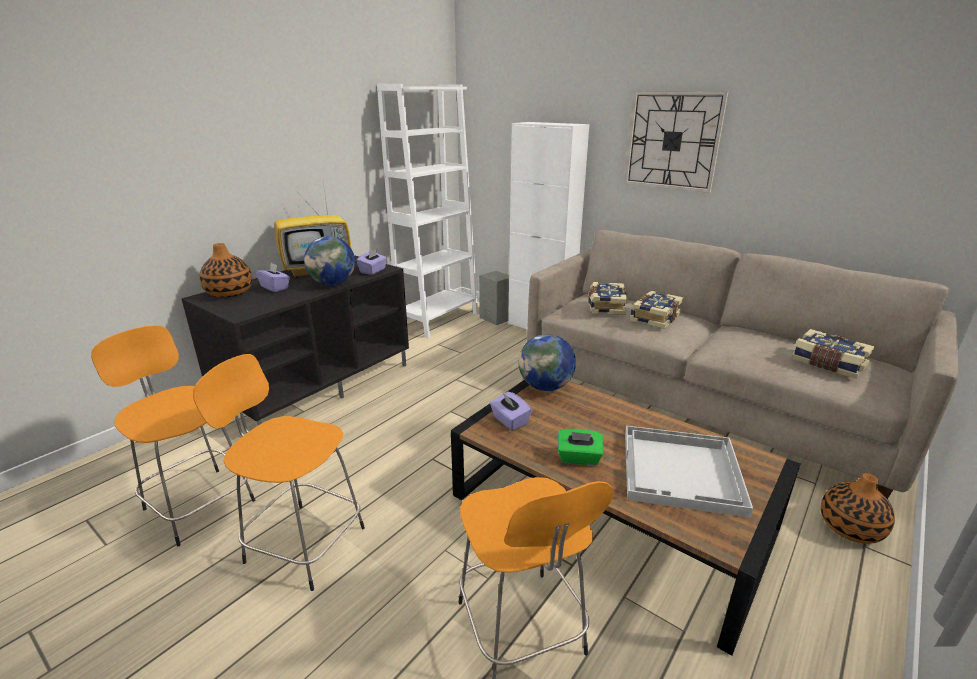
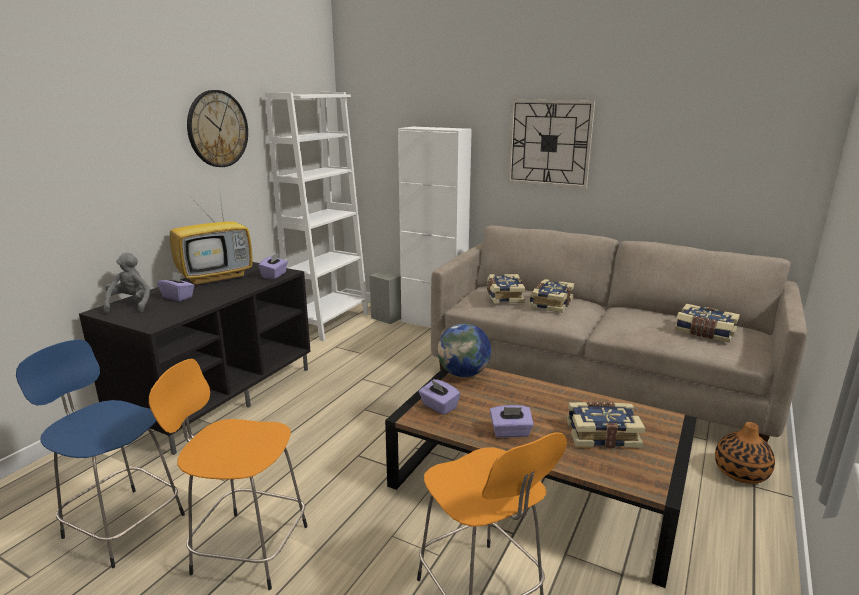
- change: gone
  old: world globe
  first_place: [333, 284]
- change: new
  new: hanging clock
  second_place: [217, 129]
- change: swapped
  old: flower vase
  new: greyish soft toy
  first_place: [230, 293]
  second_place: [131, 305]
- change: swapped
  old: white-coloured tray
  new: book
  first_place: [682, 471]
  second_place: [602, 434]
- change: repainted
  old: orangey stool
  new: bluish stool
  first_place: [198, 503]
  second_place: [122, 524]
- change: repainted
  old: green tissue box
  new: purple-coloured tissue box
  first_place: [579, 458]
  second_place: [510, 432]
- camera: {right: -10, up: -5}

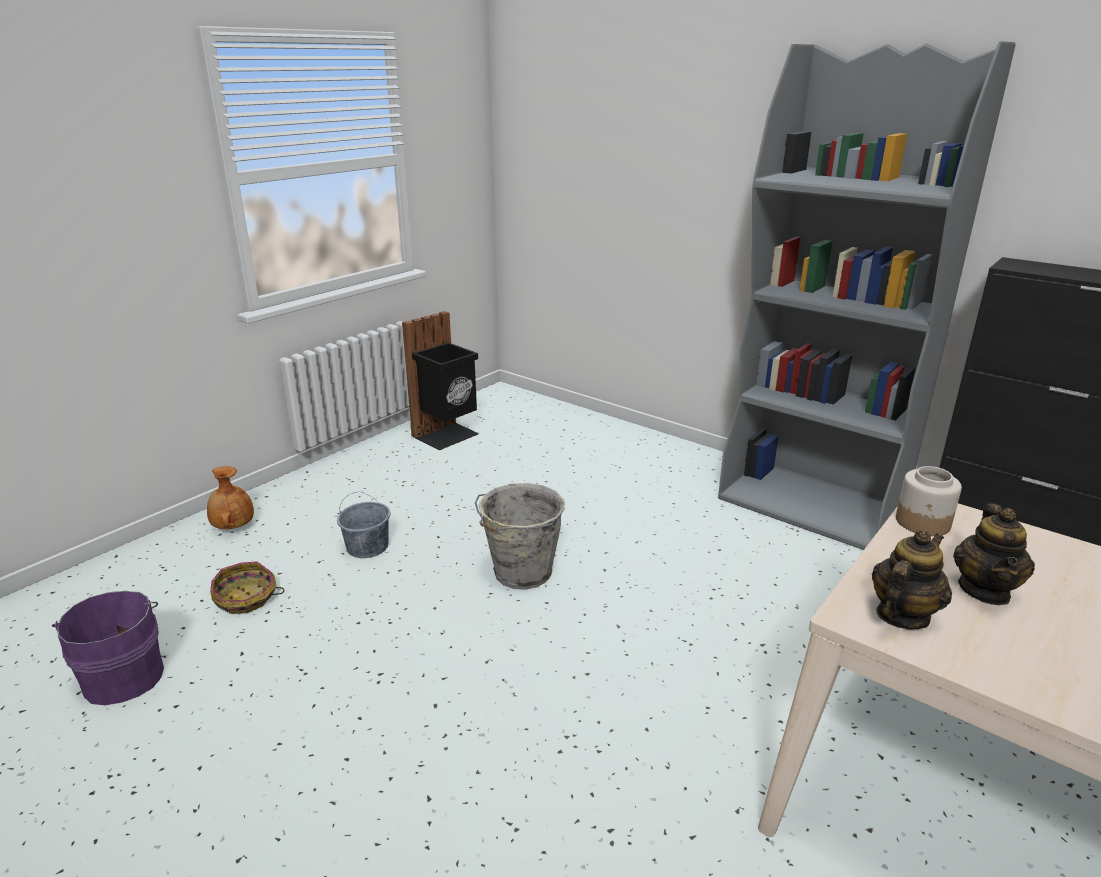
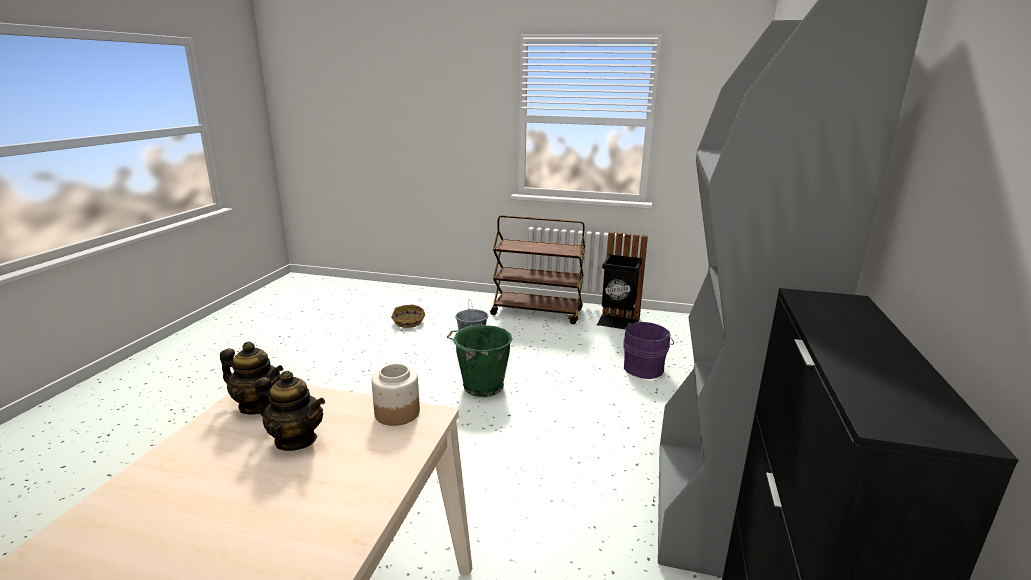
- change: gone
  old: brownish flower vase
  first_place: [232, 526]
- change: new
  new: brownish trolley
  second_place: [537, 312]
- change: shifted
  old: purple-coloured pail
  first_place: [124, 675]
  second_place: [644, 368]
- change: repainted
  old: greyish pail
  new: green pail
  first_place: [521, 573]
  second_place: [481, 386]
- change: rotated
  old: teapot
  first_place: [985, 590]
  second_place: [296, 440]
  degrees: -150
- camera: {right: 65, up: -5}

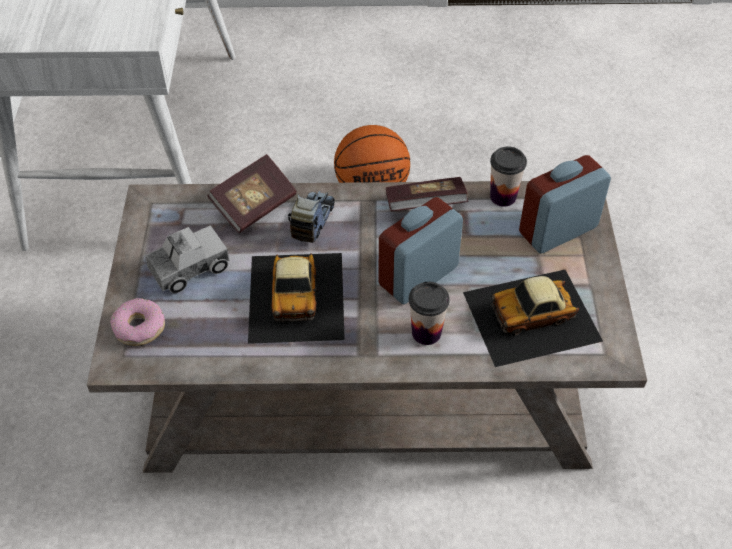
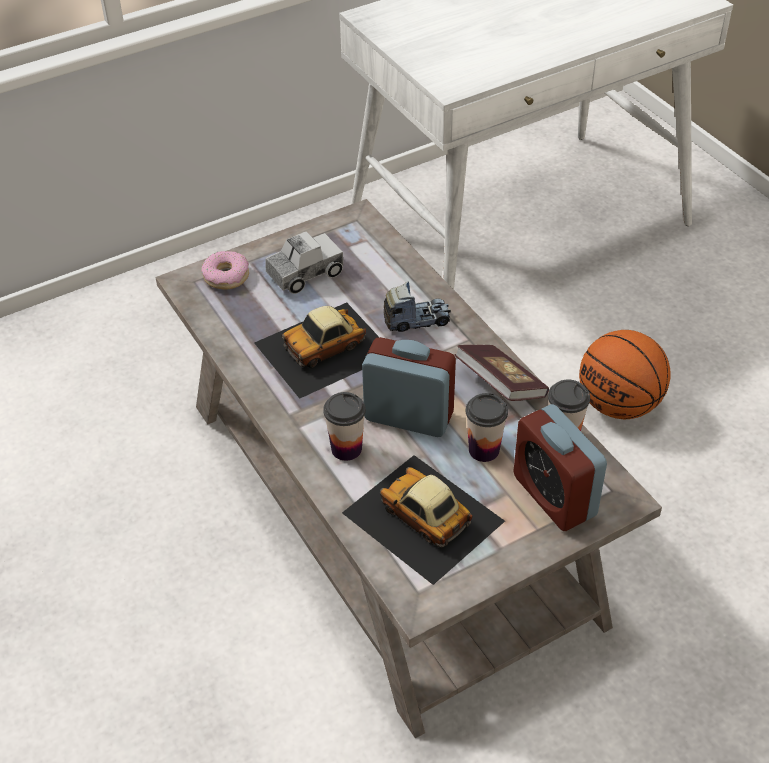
- change: gone
  old: book
  first_place: [254, 206]
- change: new
  new: cup
  second_place: [484, 450]
- change: rotated
  old: model truck
  first_place: [189, 268]
  second_place: [305, 274]
  degrees: -60
- change: rotated
  old: table clock
  first_place: [558, 230]
  second_place: [554, 496]
  degrees: -150
- camera: {right: 60, up: -5}

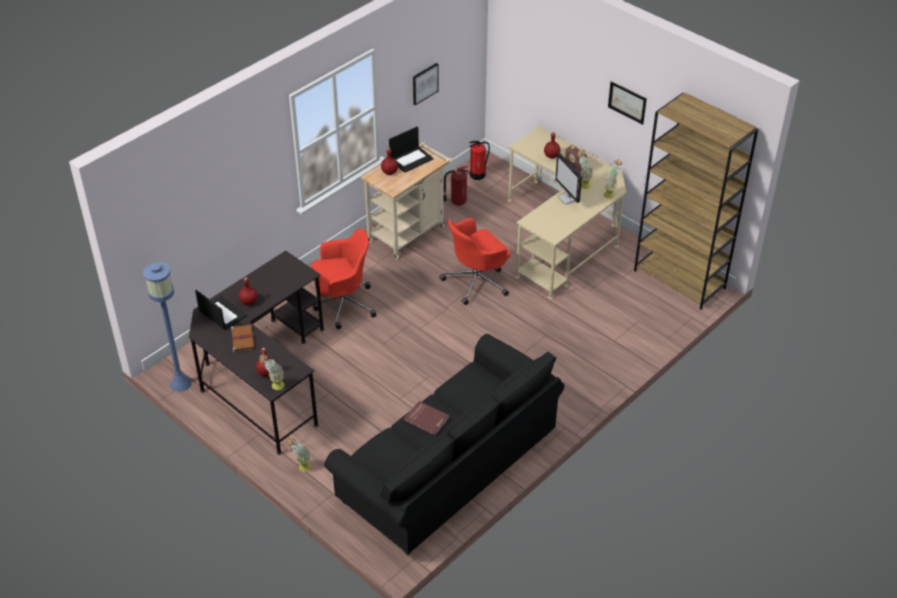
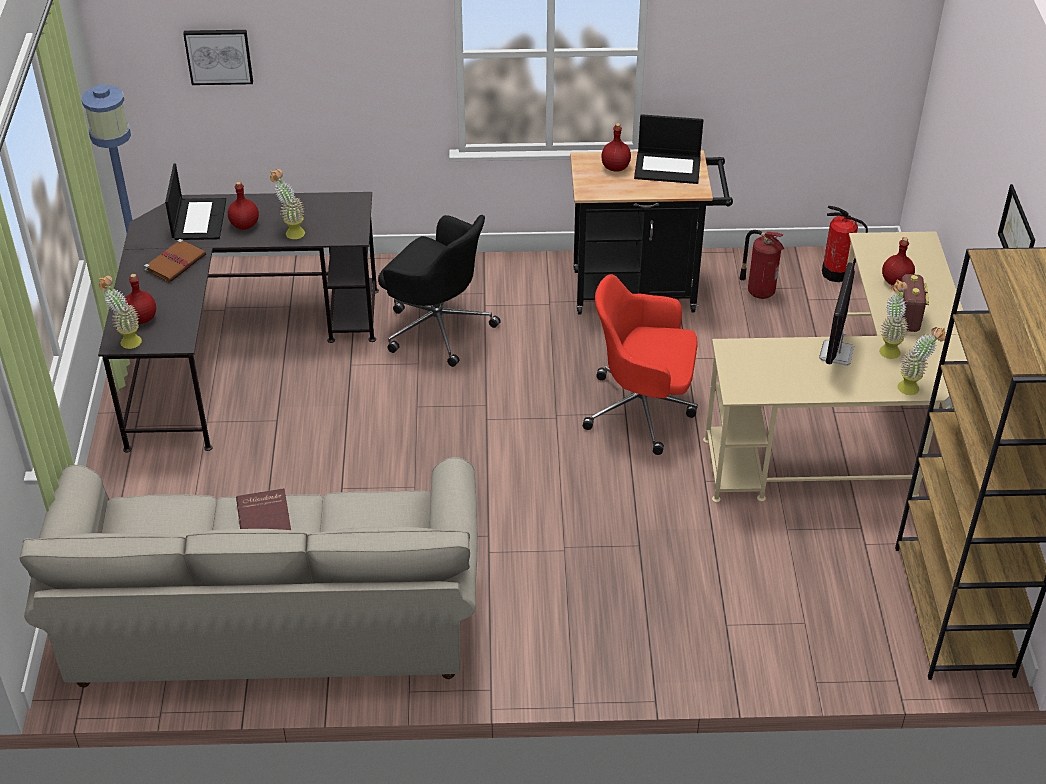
- change: shifted
  old: houseplant
  first_place: [301, 467]
  second_place: [291, 231]
- change: shifted
  old: wall art
  first_place: [424, 83]
  second_place: [219, 56]
- change: repainted
  old: red-coloured computer chair
  new: black computer chair
  first_place: [343, 304]
  second_place: [437, 326]
- change: repainted
  old: black sofa
  new: beige-coloured sofa
  first_place: [447, 468]
  second_place: [272, 620]
- change: repainted
  old: beige-coloured trolley
  new: black trolley
  first_place: [409, 231]
  second_place: [642, 290]
- camera: {right: 45, up: 0}

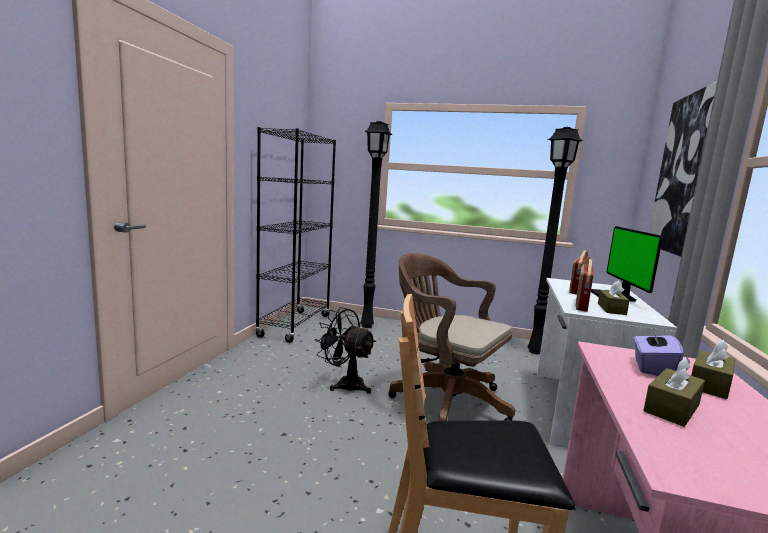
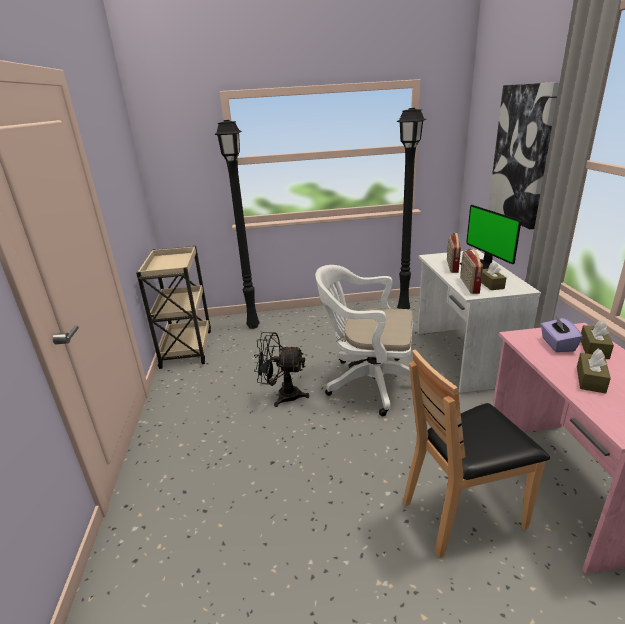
- change: swapped
  old: black bookcase
  new: beige-coloured trolley
  first_place: [295, 326]
  second_place: [187, 348]
- change: repainted
  old: brownish computer chair
  new: white-coloured computer chair
  first_place: [444, 400]
  second_place: [369, 382]
- camera: {right: -20, up: 15}

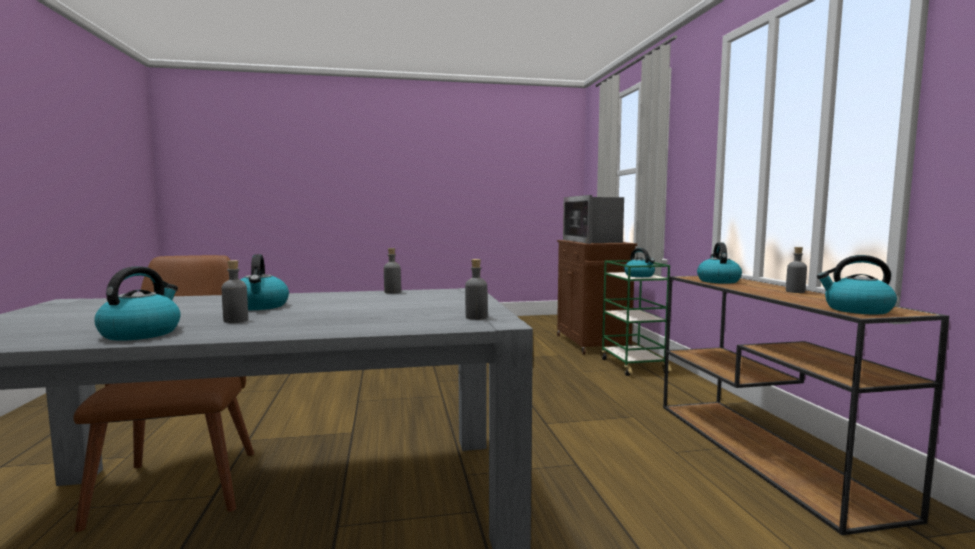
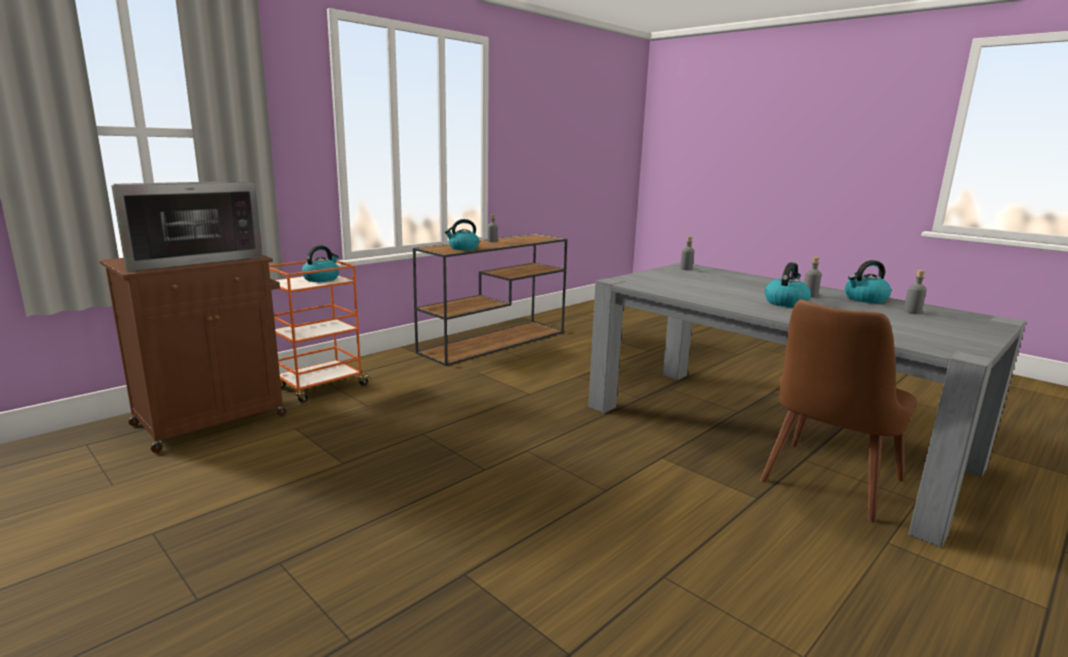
- change: gone
  old: water kettle
  first_place: [856, 310]
- change: shifted
  old: greyish drink bottle
  first_place: [392, 292]
  second_place: [912, 312]
- change: repainted
  old: green trolley
  new: orangey trolley
  first_place: [632, 365]
  second_place: [320, 387]
- camera: {right: -125, up: 10}

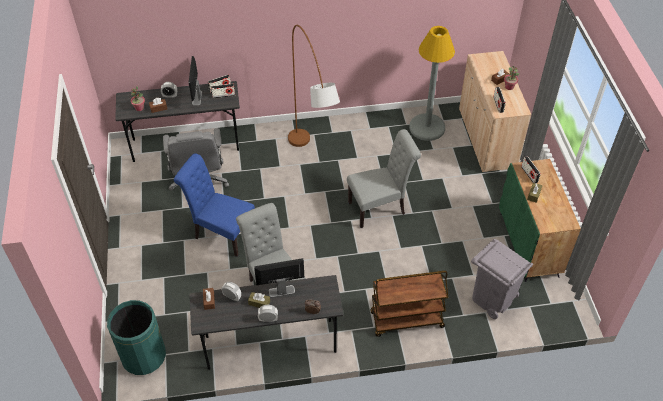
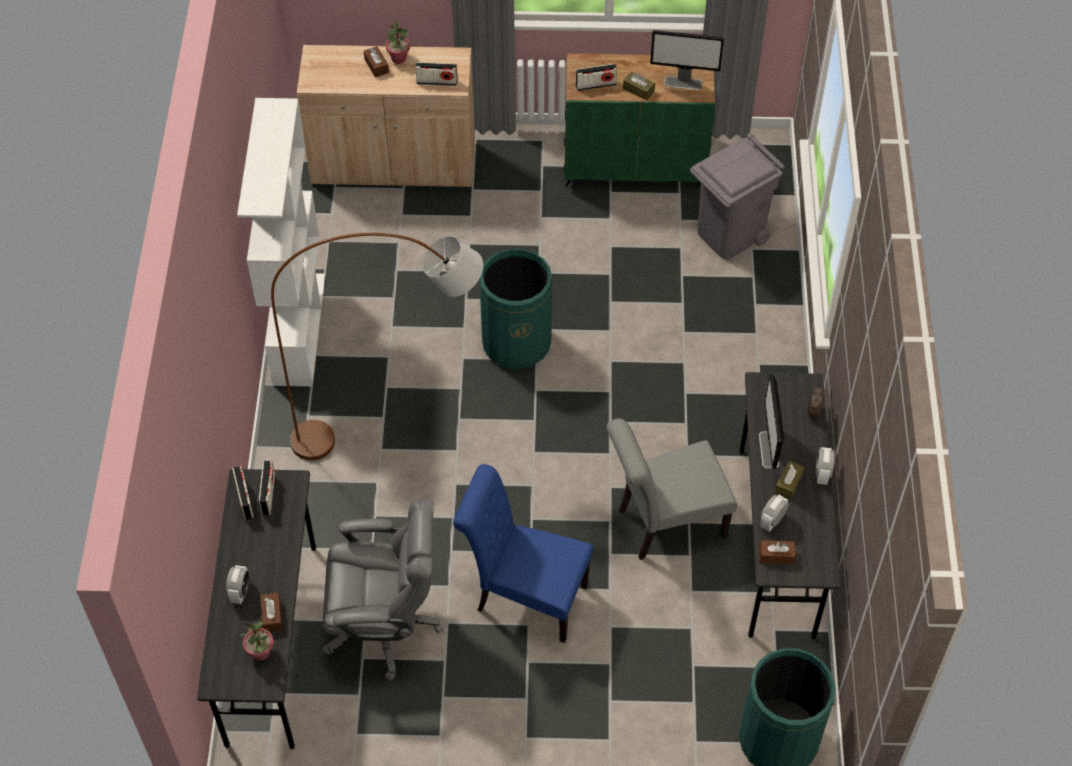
- change: gone
  old: brownish trolley
  first_place: [406, 320]
- change: gone
  old: greyish standing lamp
  first_place: [427, 127]
- change: new
  new: white-coloured bookcase
  second_place: [298, 328]
- change: shifted
  old: monitor
  first_place: [197, 98]
  second_place: [683, 83]
- change: swapped
  old: greyish plain chair
  new: green rubbish bin
  first_place: [380, 207]
  second_place: [516, 343]
- change: rotated
  old: bluish plain chair
  first_place: [221, 233]
  second_place: [525, 596]
  degrees: 75
- camera: {right: -80, up: 5}

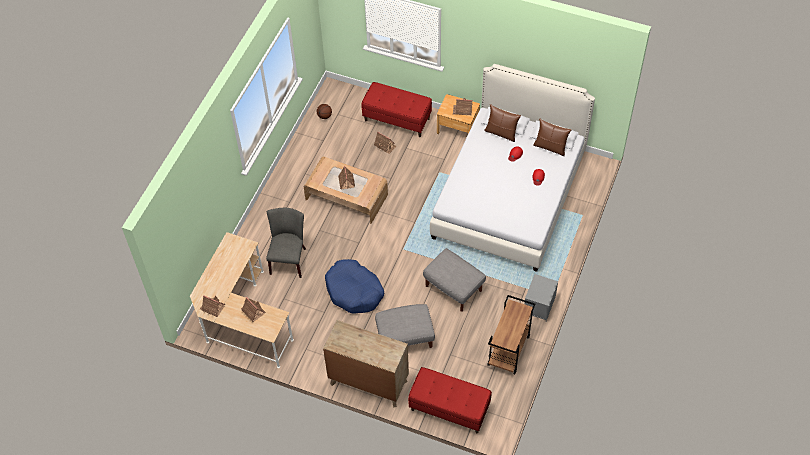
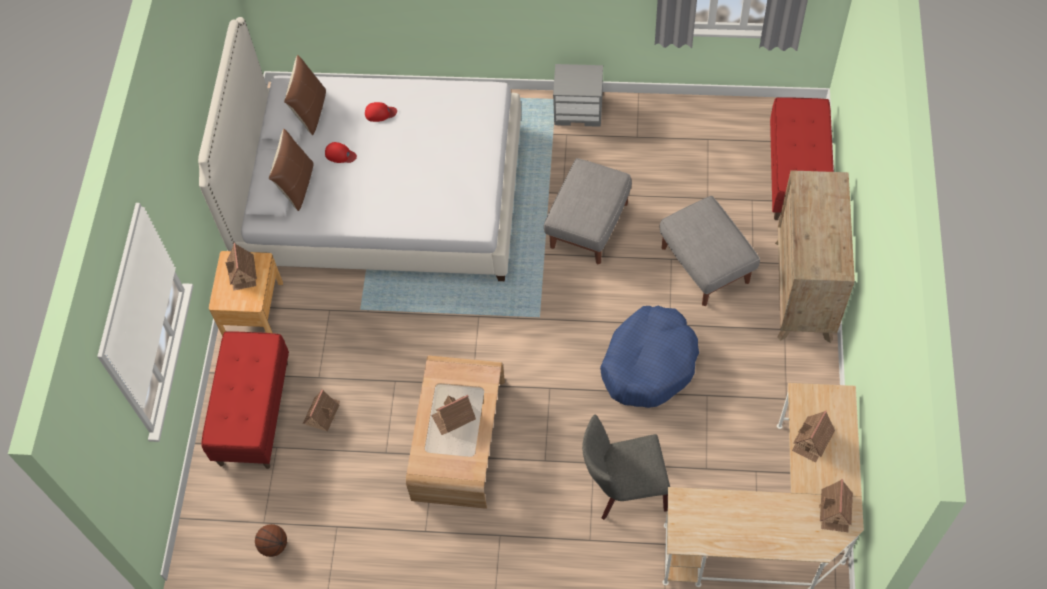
- change: gone
  old: brownish trolley
  first_place: [509, 351]
- camera: {right: -105, up: 5}

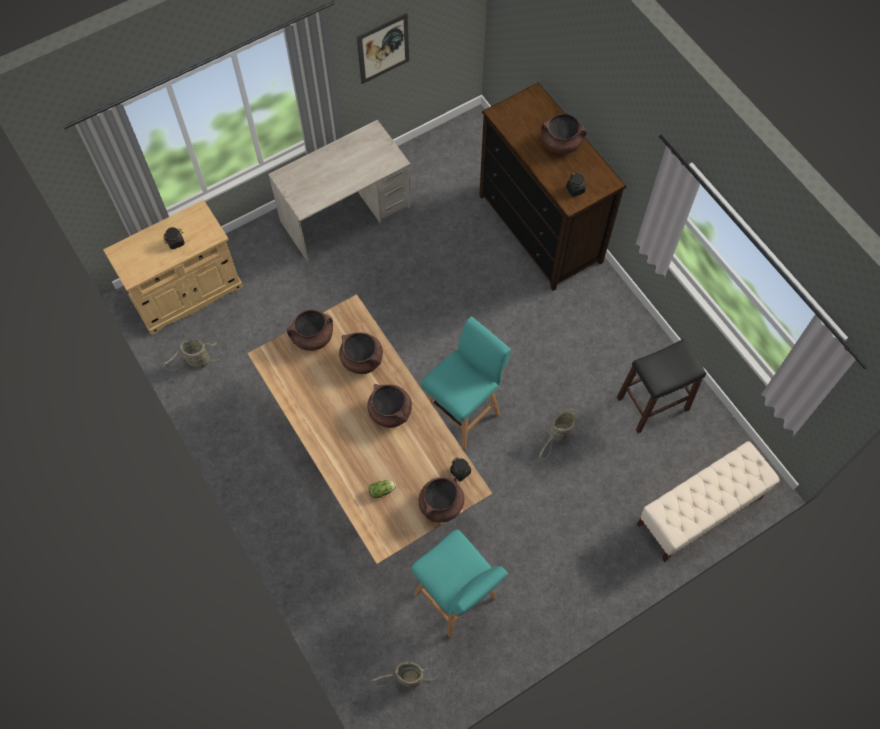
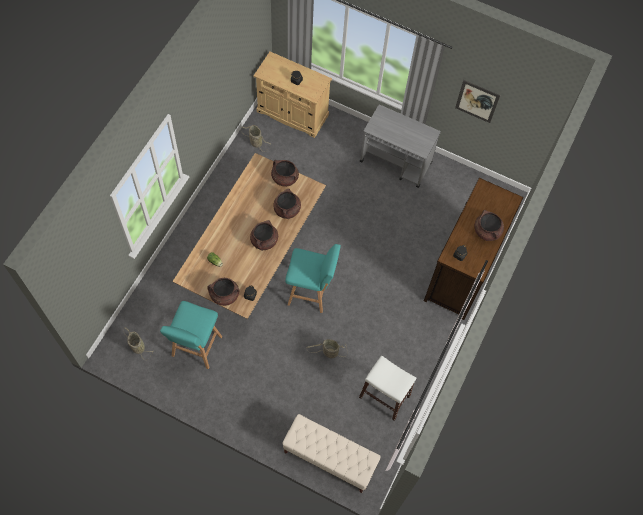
- change: swapped
  old: beige-coloured desk unit
  new: greyish trolley
  first_place: [345, 215]
  second_place: [396, 162]
- change: repainted
  old: black stool
  new: white-coloured stool
  first_place: [652, 404]
  second_place: [384, 396]
- camera: {right: 55, up: 0}

